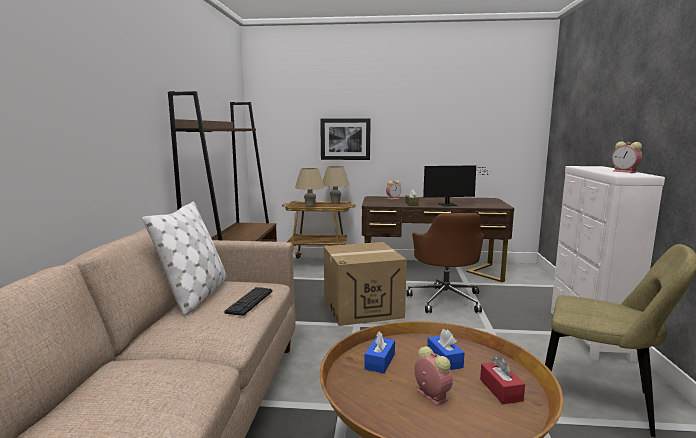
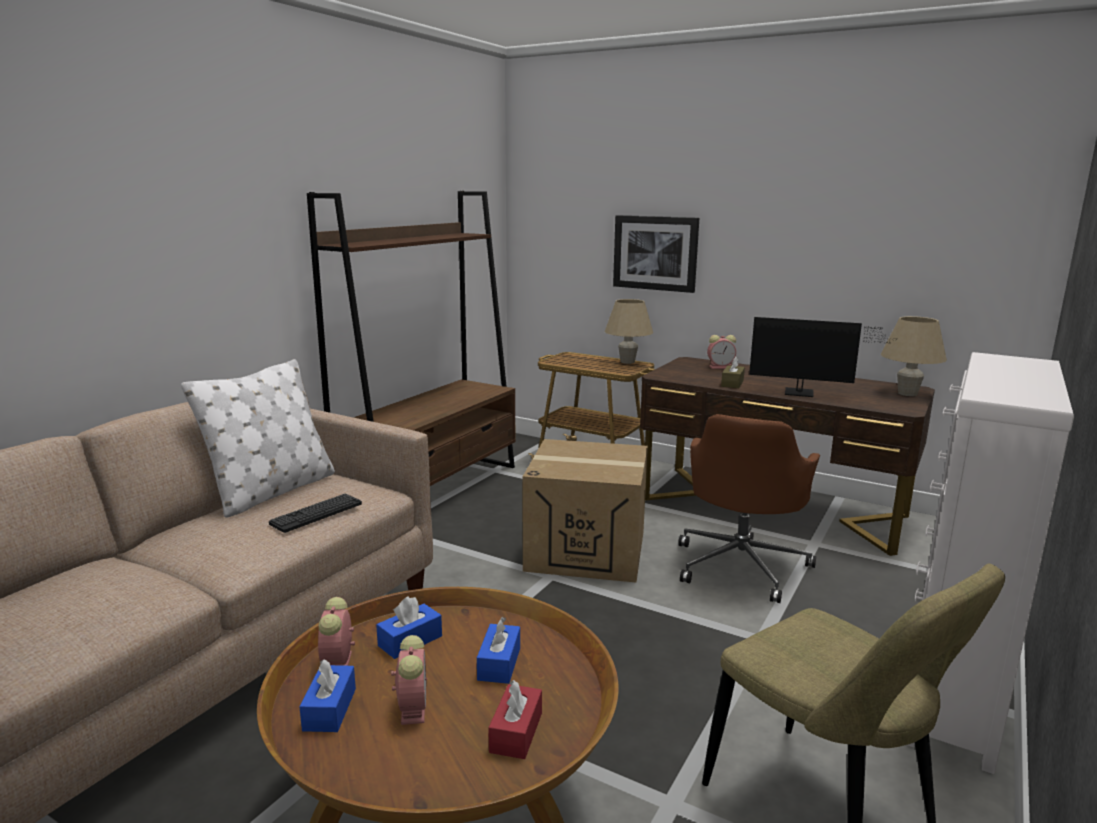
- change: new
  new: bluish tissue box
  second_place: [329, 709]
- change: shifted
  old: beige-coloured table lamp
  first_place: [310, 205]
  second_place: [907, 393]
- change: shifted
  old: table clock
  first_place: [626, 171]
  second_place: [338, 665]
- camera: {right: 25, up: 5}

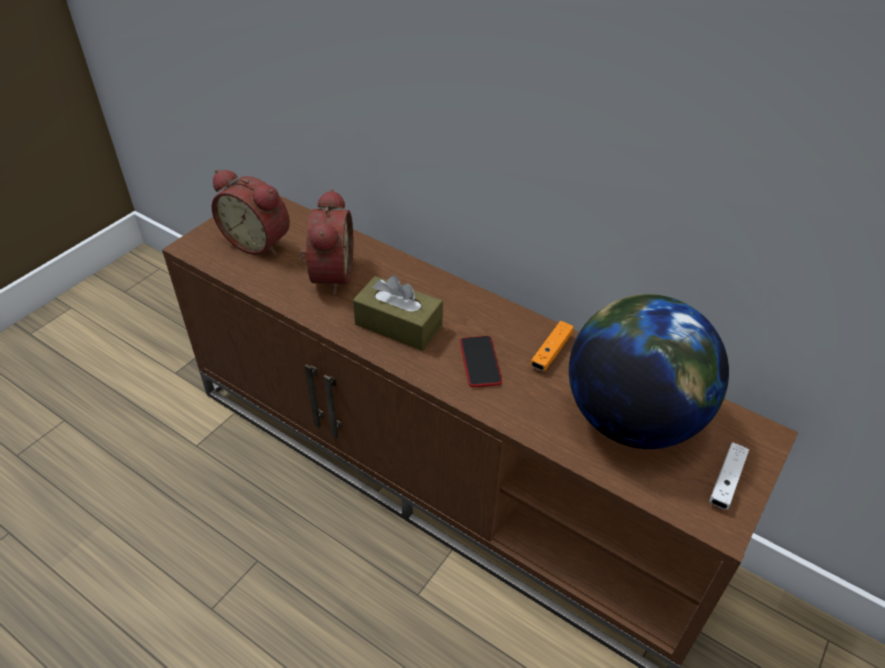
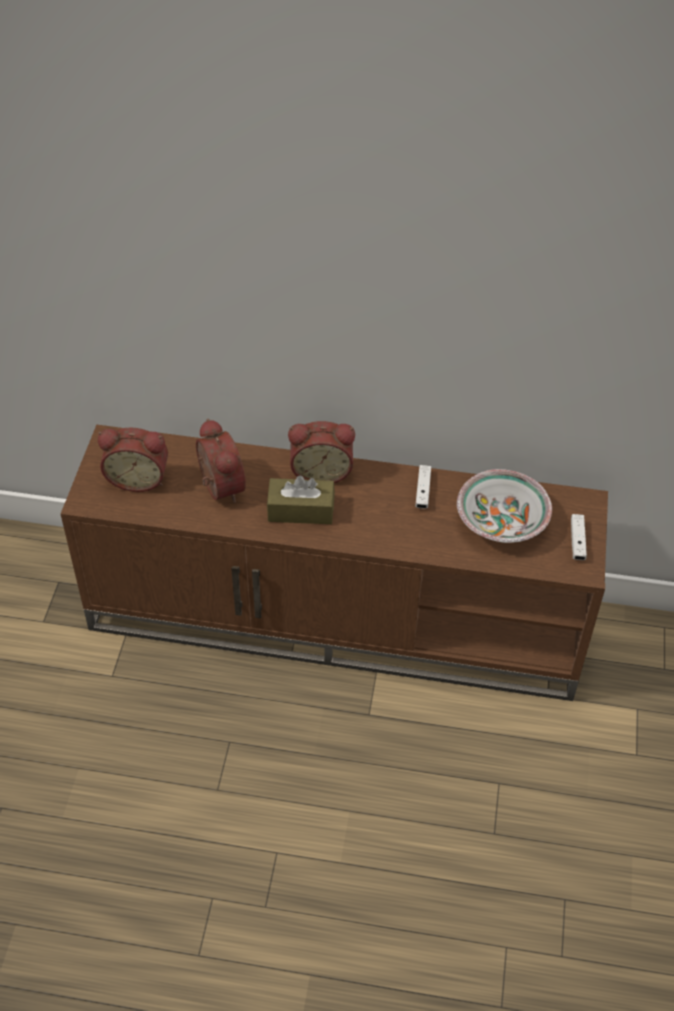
- change: gone
  old: handset
  first_place: [480, 362]
- change: new
  new: table clock
  second_place: [321, 471]
- change: swapped
  old: world globe
  new: bowl
  first_place: [632, 418]
  second_place: [500, 521]
- change: repainted
  old: orangey joypad
  new: white-coloured joypad
  first_place: [551, 352]
  second_place: [423, 491]
- camera: {right: -25, up: 5}

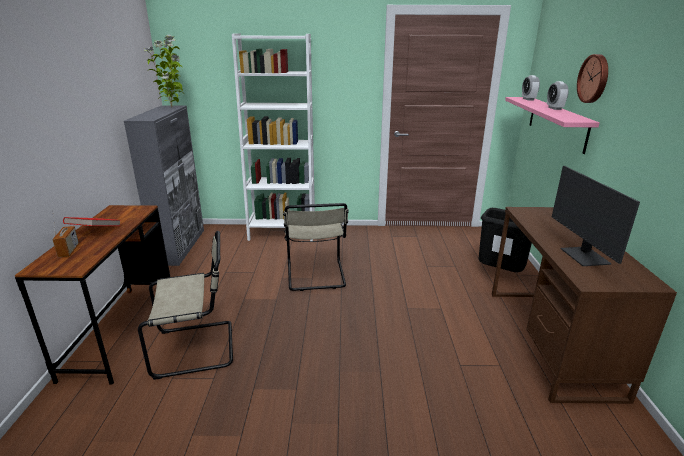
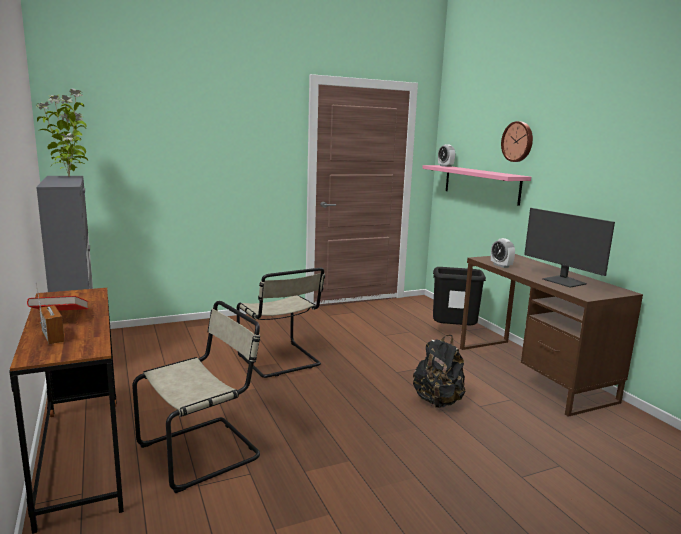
- change: gone
  old: white-coloured bookcase
  first_place: [282, 232]
- change: new
  new: black knapsack
  second_place: [438, 401]
- change: shifted
  old: table clock
  first_place: [554, 108]
  second_place: [501, 266]
- camera: {right: -25, up: -10}

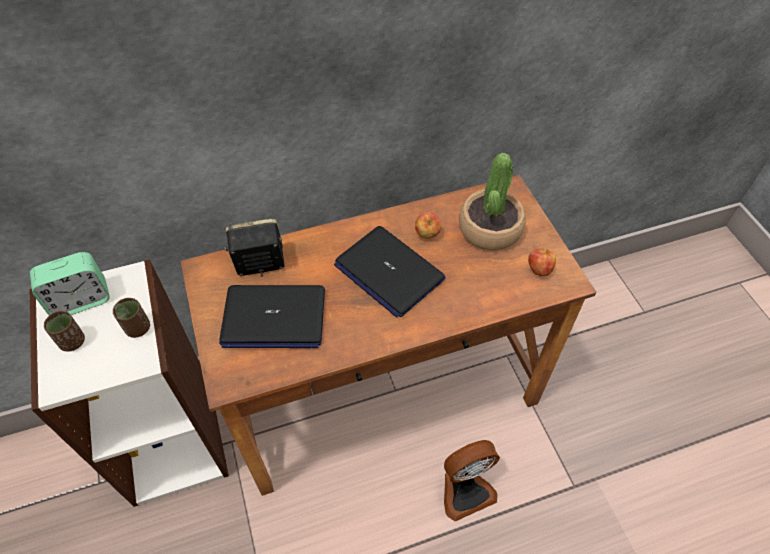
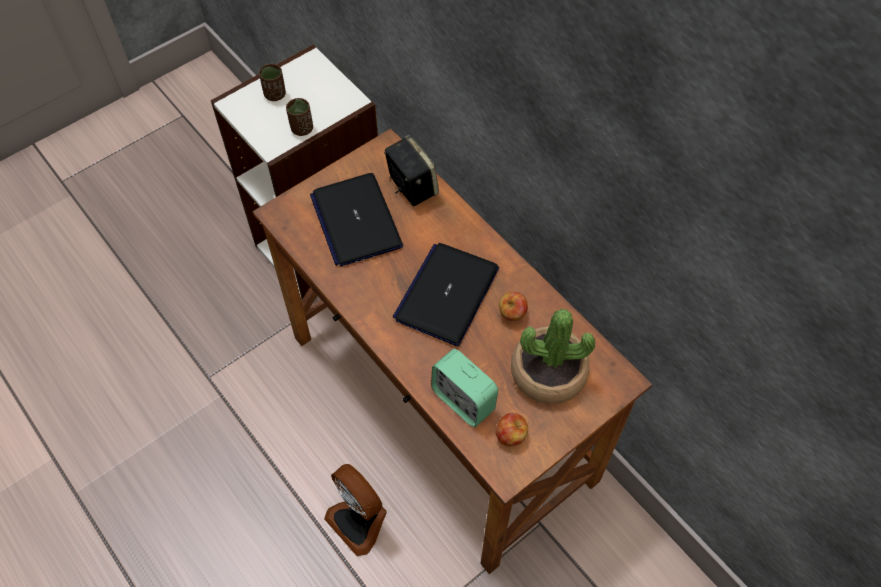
- change: shifted
  old: table clock
  first_place: [81, 300]
  second_place: [463, 400]
- camera: {right: 70, up: 5}

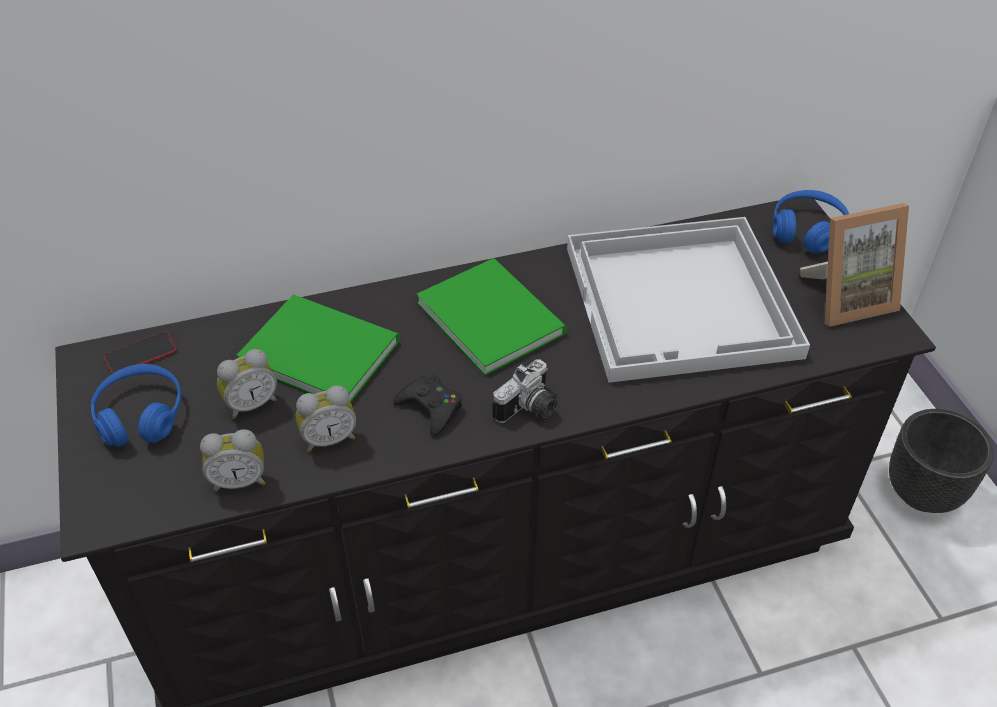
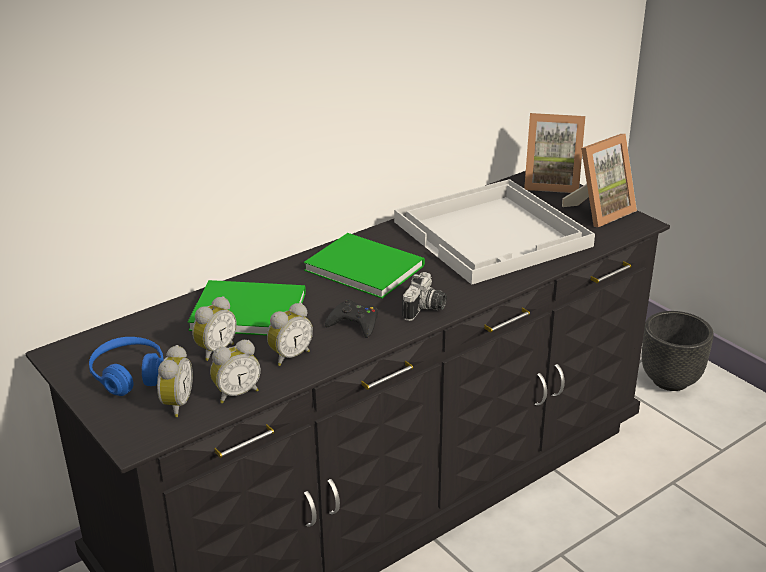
- change: gone
  old: handset
  first_place: [140, 354]
- change: new
  new: table clock
  second_place: [175, 404]
- change: swapped
  old: bluish pair of headphones
  new: standing frame
  first_place: [807, 230]
  second_place: [551, 183]
- camera: {right: -20, up: -15}

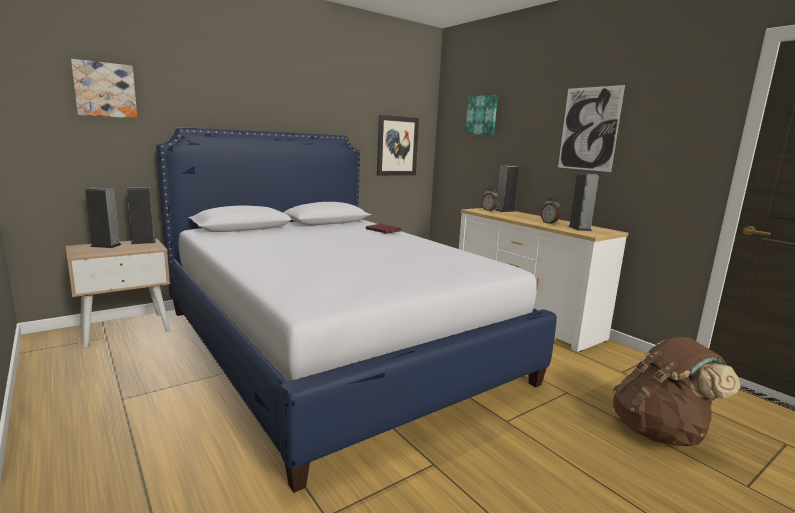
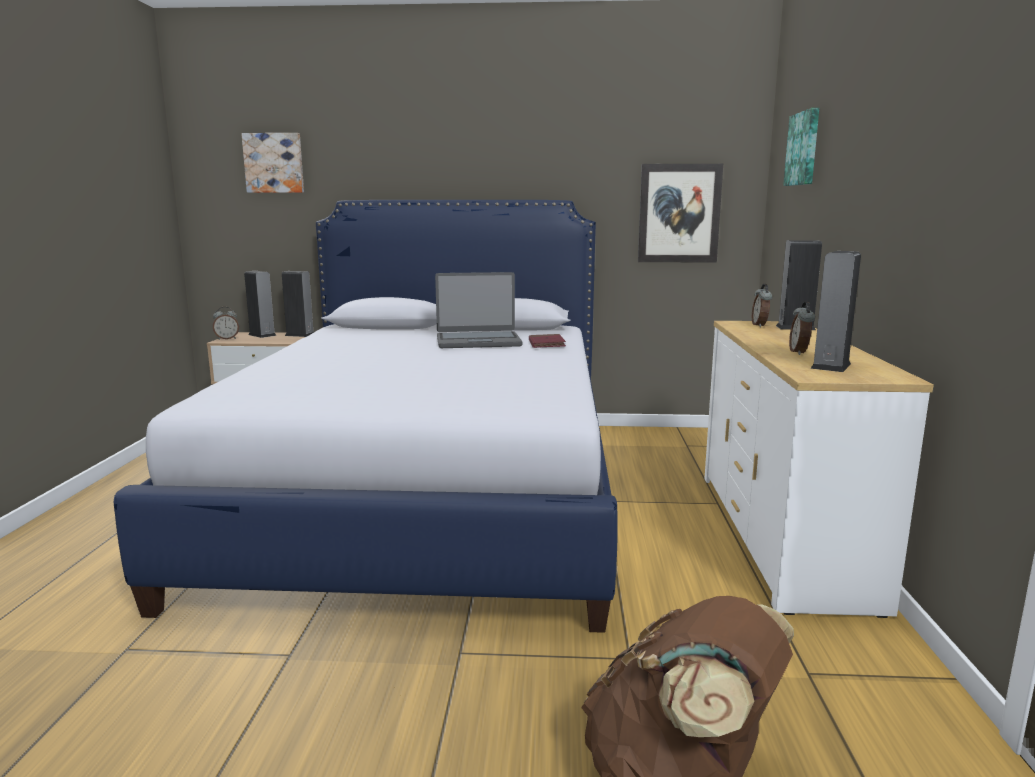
- change: gone
  old: wall art
  first_place: [589, 129]
- change: new
  new: table clock
  second_place: [227, 339]
- change: new
  new: laptop
  second_place: [478, 341]
- camera: {right: 40, up: 0}

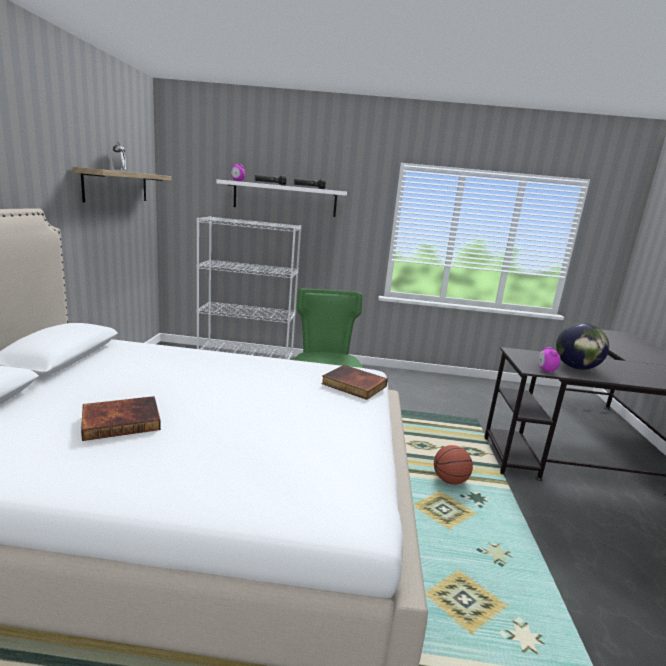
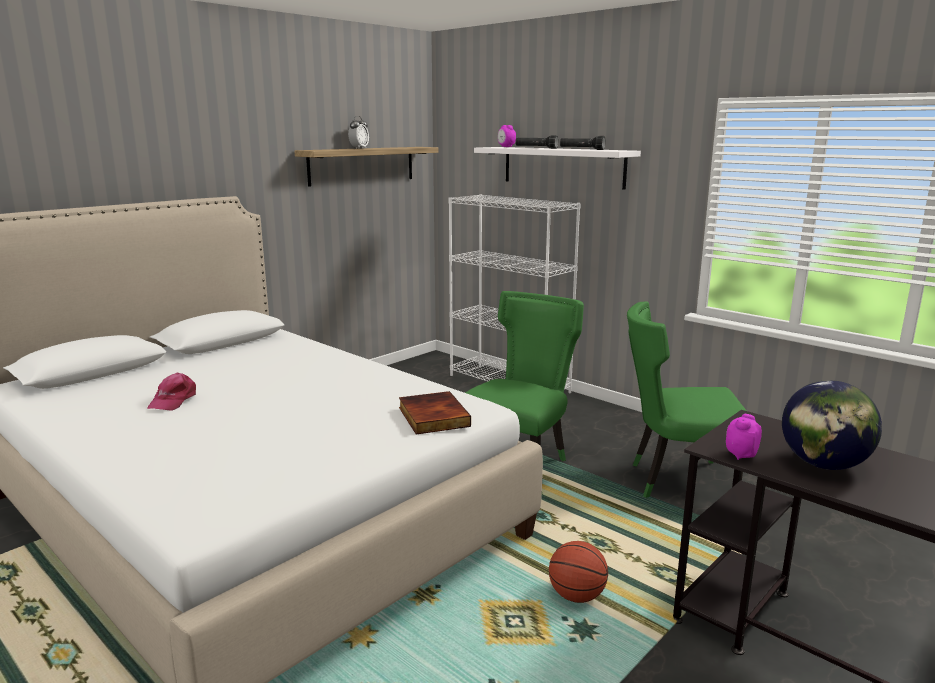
- change: new
  new: green plain chair
  second_place: [677, 482]
- change: swapped
  old: book
  new: pinkish baseball cap
  first_place: [122, 421]
  second_place: [173, 400]
- camera: {right: 40, up: 0}

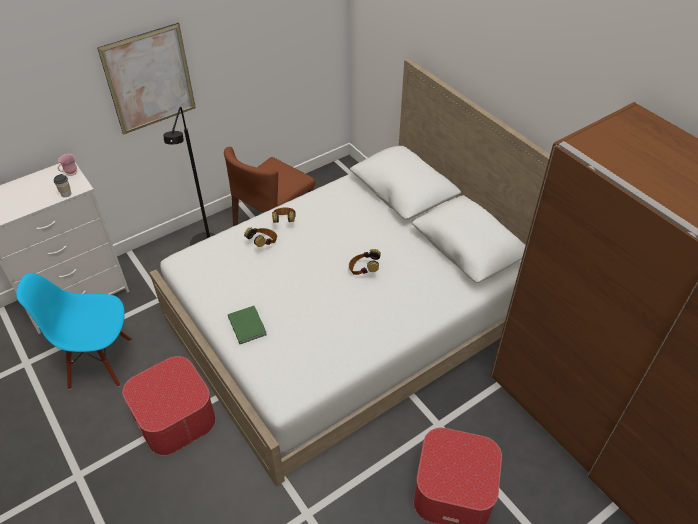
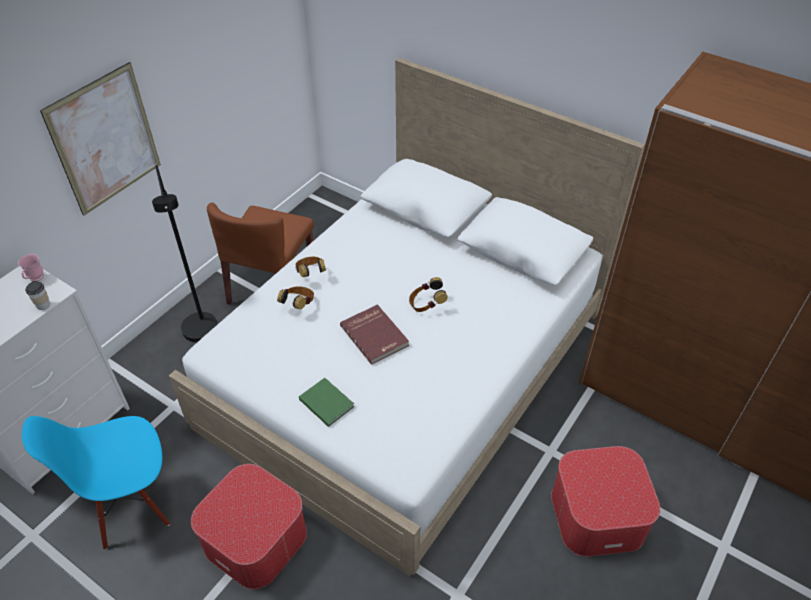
- change: new
  new: red-coloured book
  second_place: [375, 335]
- camera: {right: -20, up: 0}

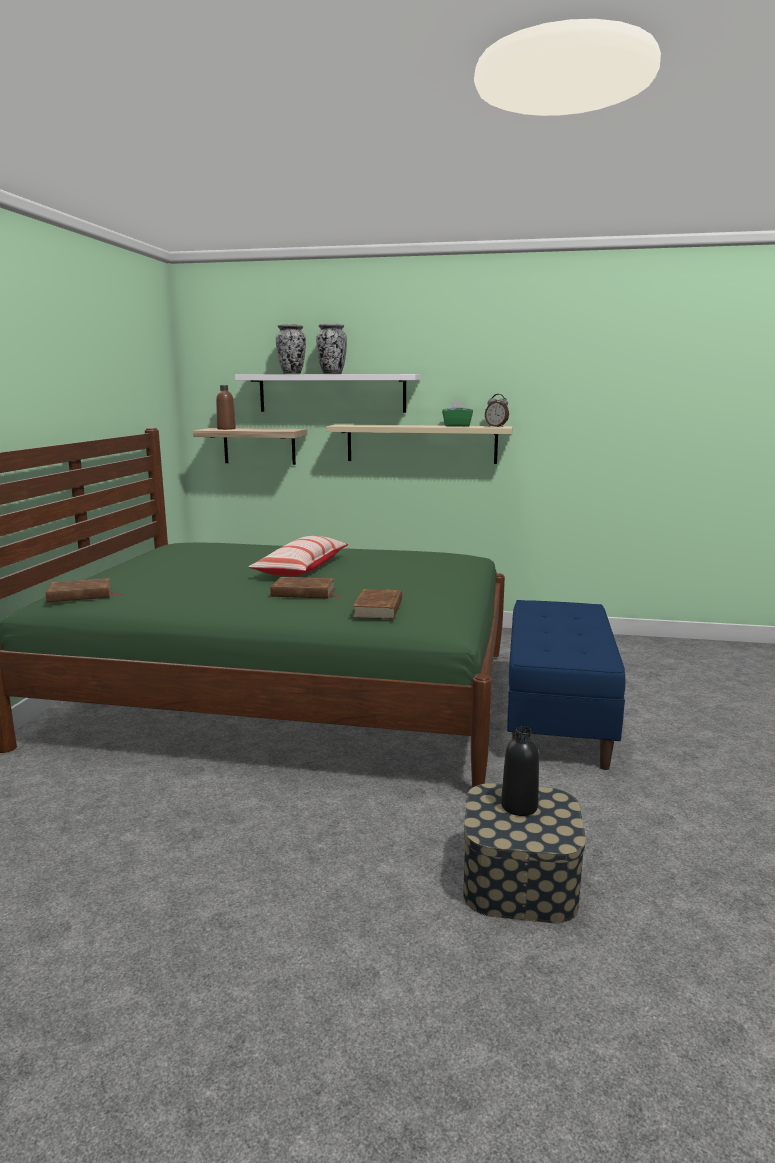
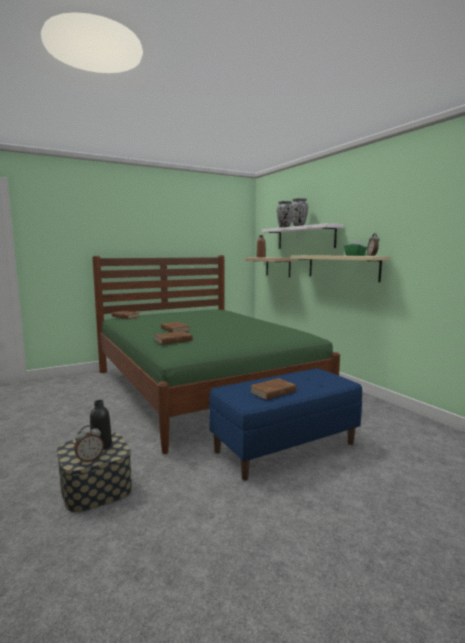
- change: gone
  old: cushion
  first_place: [302, 568]
- change: new
  new: table clock
  second_place: [89, 459]
- change: new
  new: brownish book
  second_place: [273, 392]
- camera: {right: 50, up: -5}

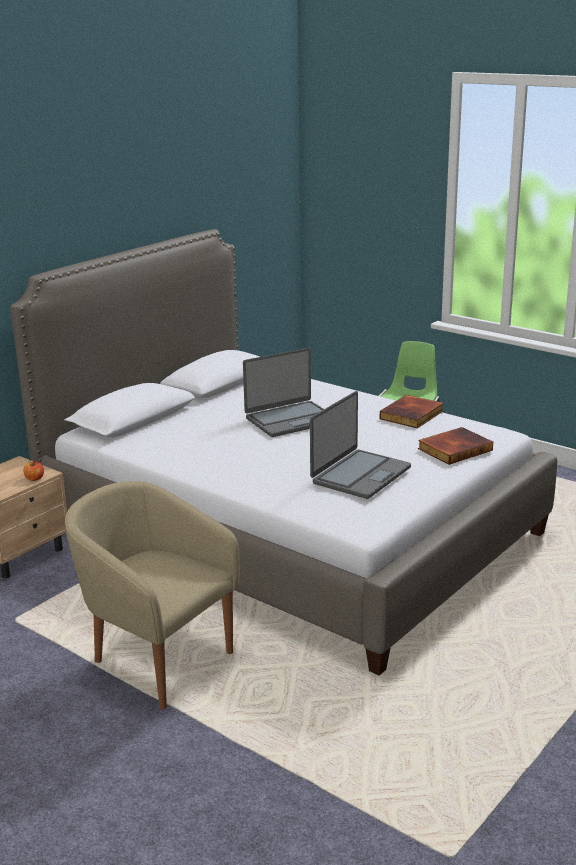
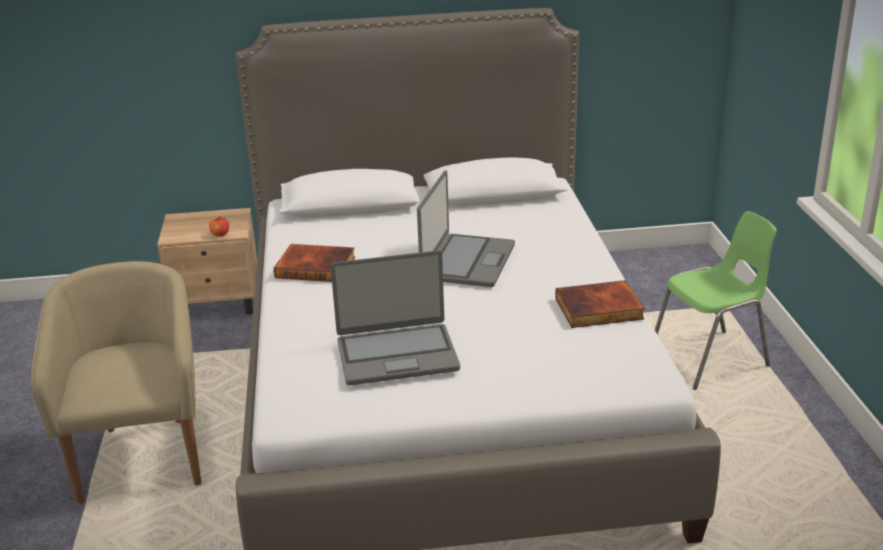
- change: shifted
  old: book
  first_place: [454, 449]
  second_place: [316, 266]
- change: rotated
  old: laptop
  first_place: [290, 420]
  second_place: [467, 262]
  degrees: -90
- camera: {right: 45, up: 5}

